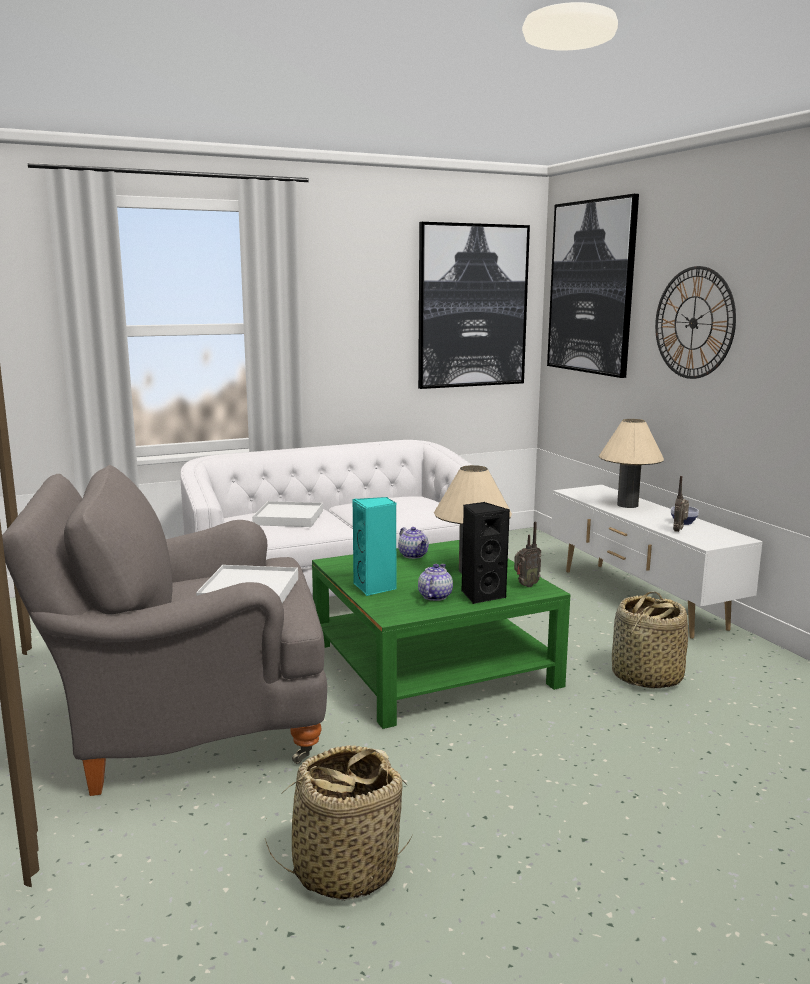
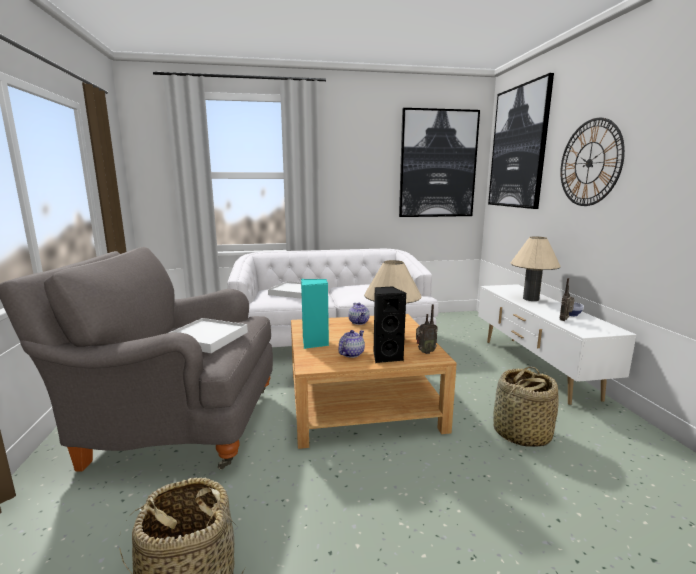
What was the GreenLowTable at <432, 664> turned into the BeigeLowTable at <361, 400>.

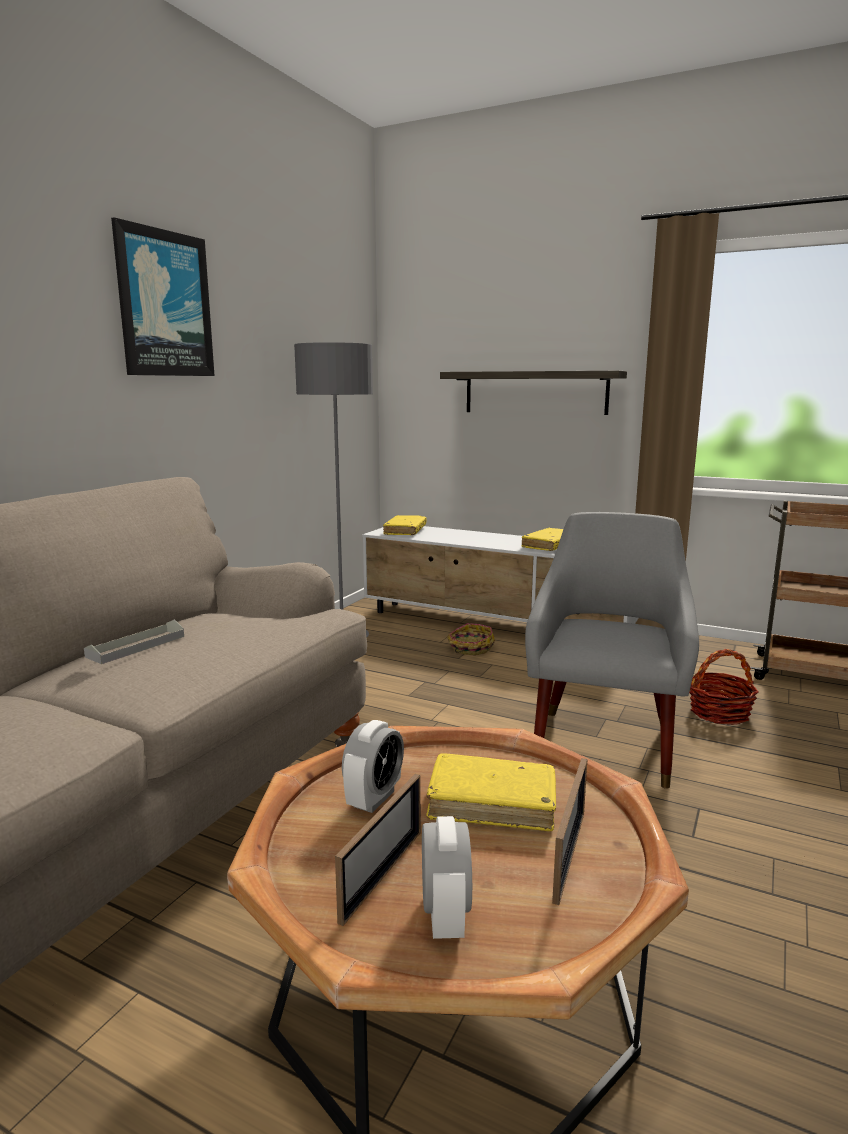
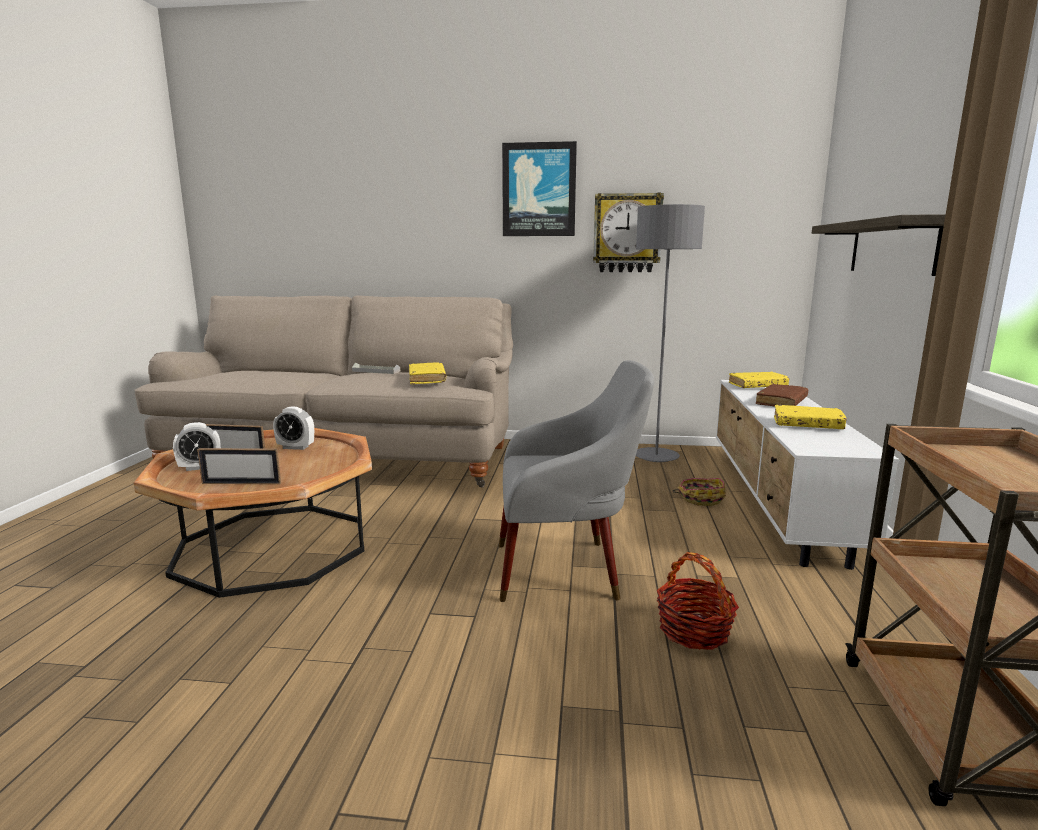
The YellowishVolume ended up elsewhere, having gone from <492, 803> to <427, 379>. The second view gained the WallClock at <627, 233>. The second view gained the BrownishVolume at <781, 402>.

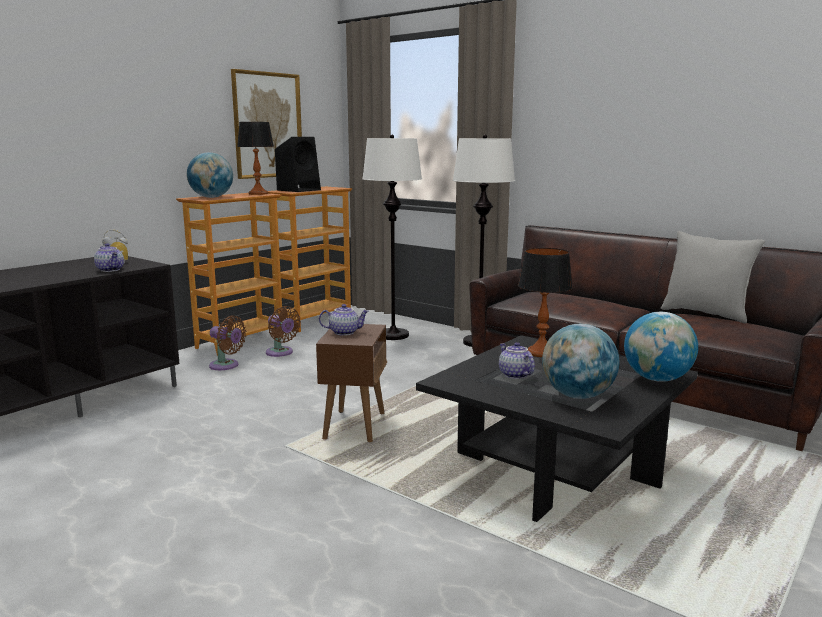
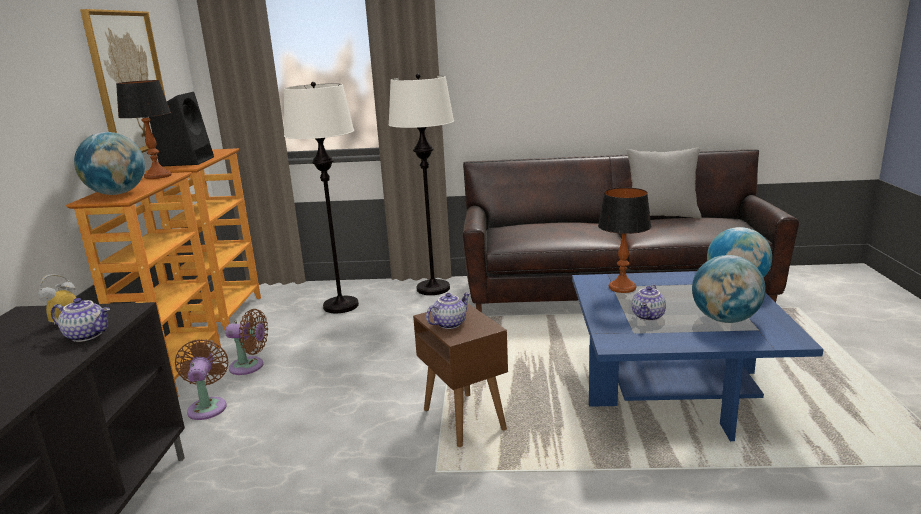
The BrownishFan at <226, 366> ended up facing another way, 90 degrees counterclockwise from before. What was the BlackLowTable at <554, 470> turned into the BluishLowTable at <673, 389>. The PotForTea at <514, 375> ended up facing another way, 90 degrees counterclockwise from before.

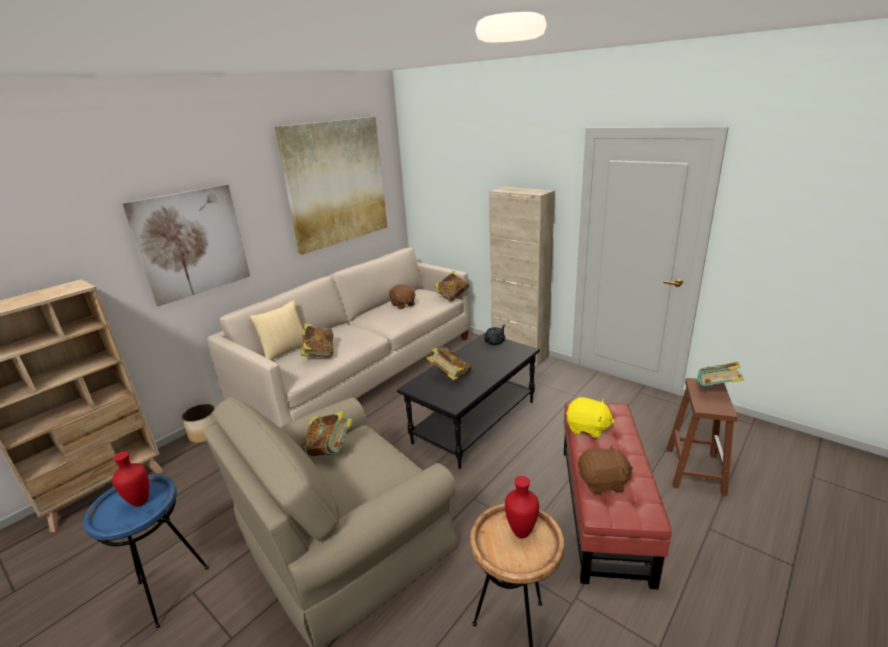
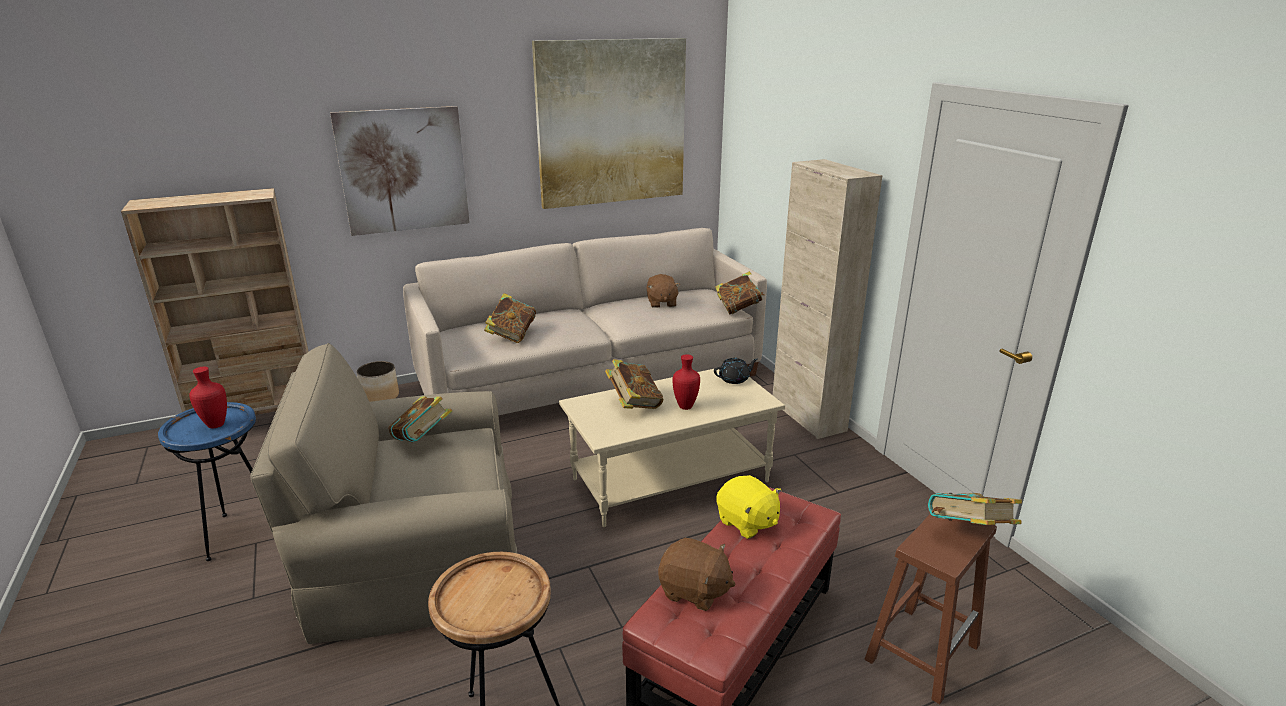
What was the BlackLowTable at <474, 421> turned into the BeigeLowTable at <670, 479>. The RedColouredDecorativeVase ended up elsewhere, having gone from <520, 533> to <684, 407>. The second view lost the Cushion at <285, 351>.

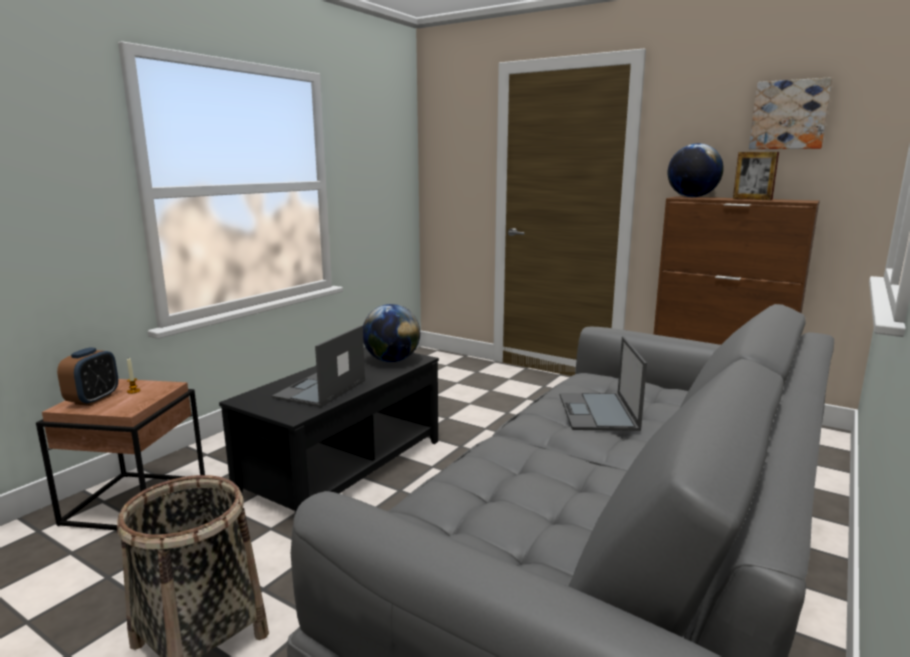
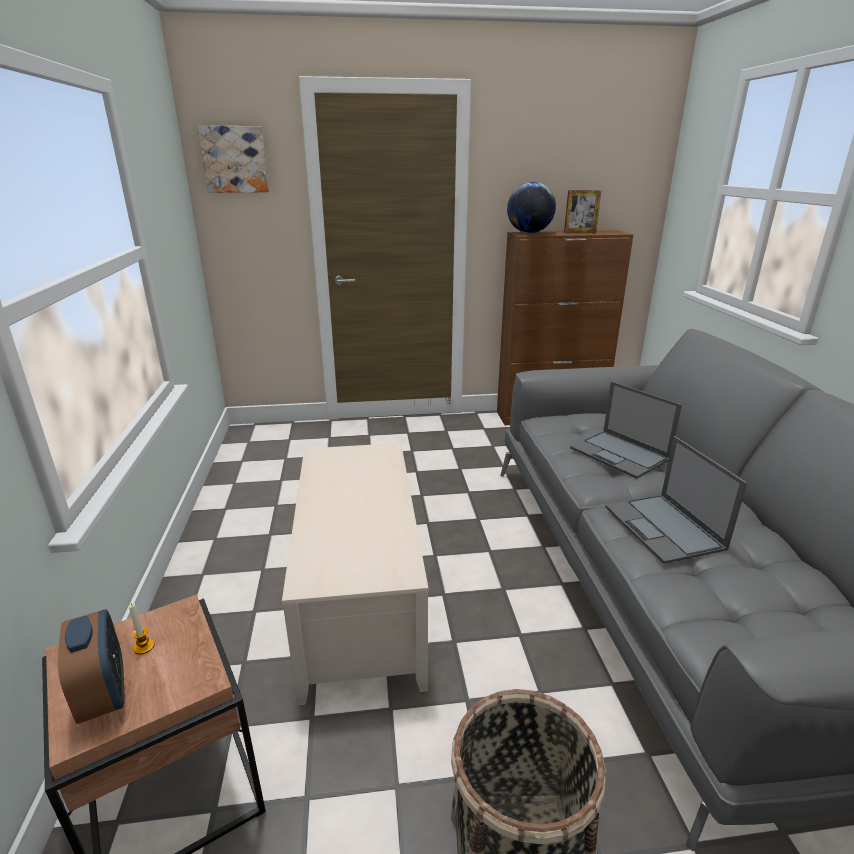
The WallArt ended up elsewhere, having gone from <789, 115> to <235, 159>. What was the BlackLowTable at <344, 468> turned into the BeigeLowTable at <360, 599>. The PortableComputer ended up elsewhere, having gone from <320, 389> to <664, 528>. The second view lost the Globe at <391, 360>.

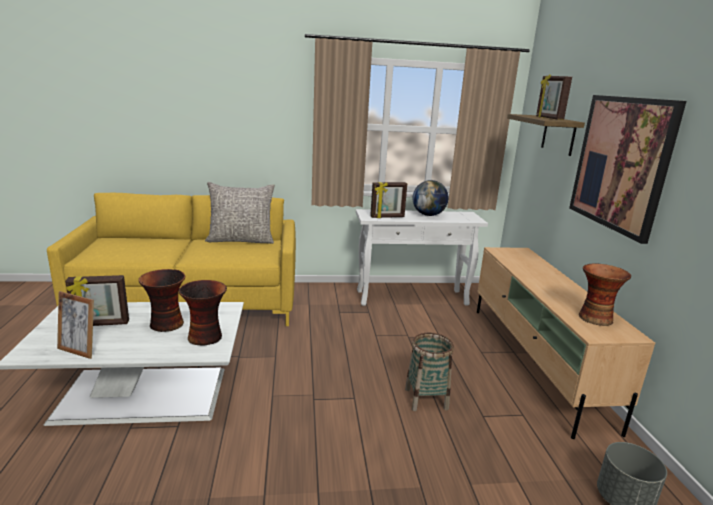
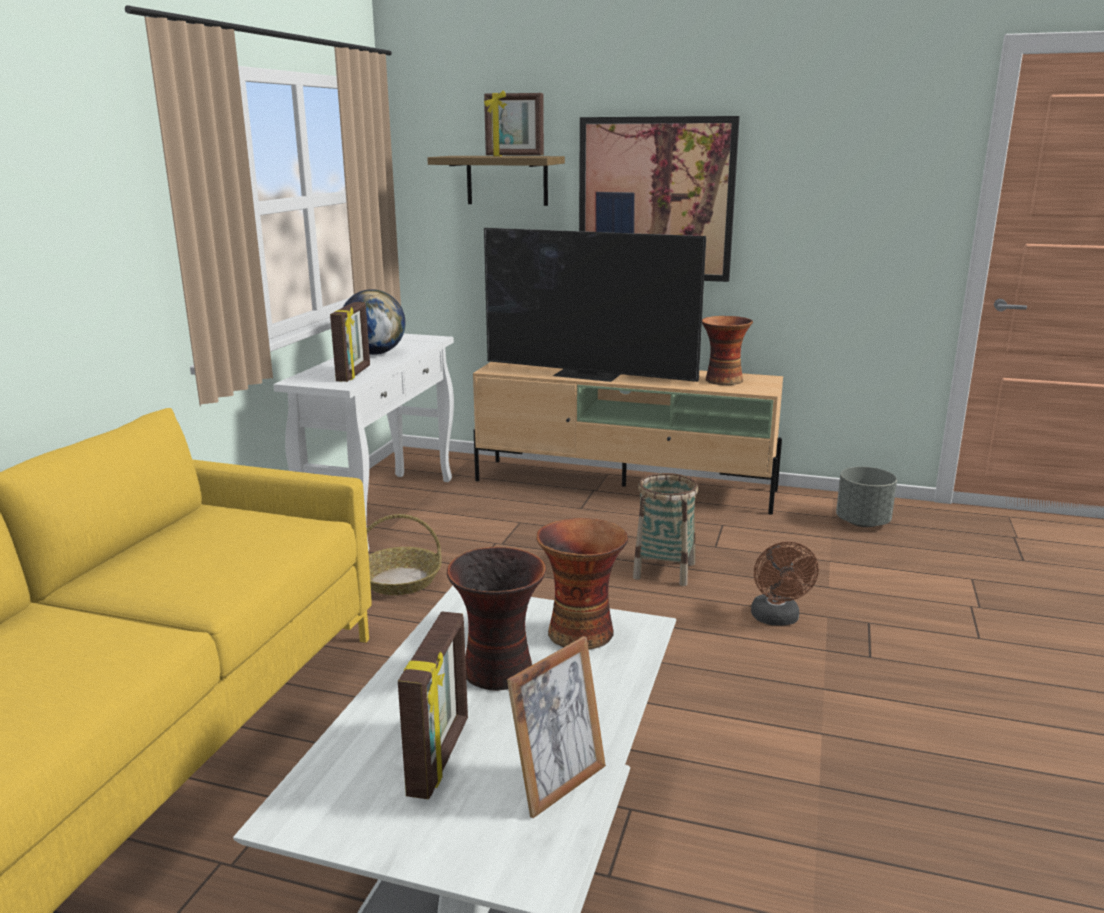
The second view gained the Basket at <400, 580>. The second view gained the TvSet at <588, 374>. The second view gained the BrownishFan at <777, 619>. The second view lost the GrayCushion at <241, 240>.

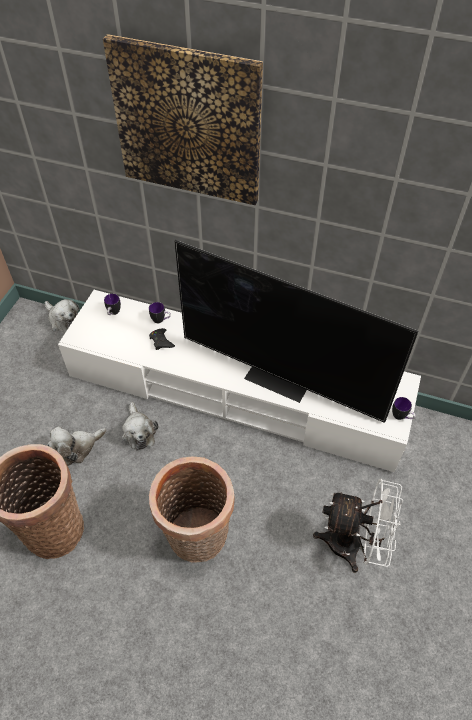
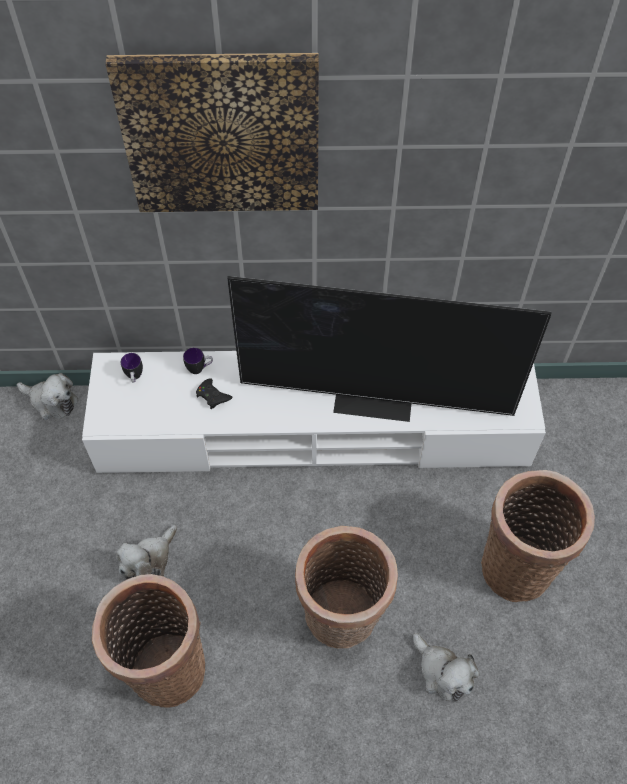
The PlushToy ended up elsewhere, having gone from <139, 431> to <442, 672>. Where the WhitishFan stood at <354, 545>, the Basket came to stand at <518, 564>. The second view lost the Mug at <401, 417>.

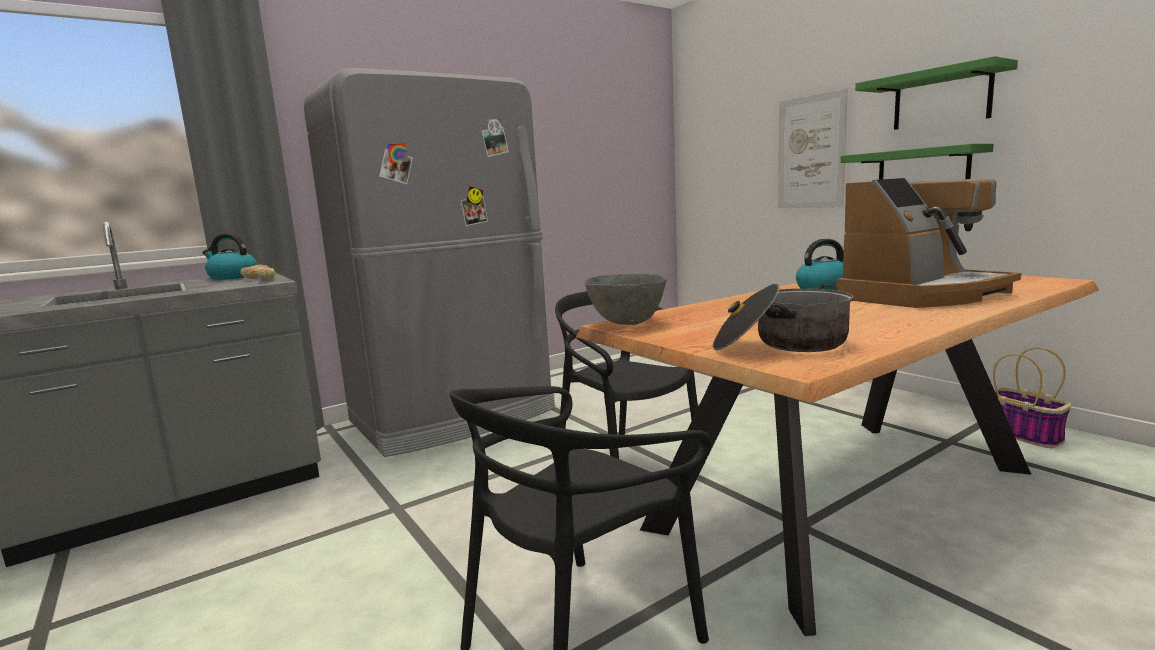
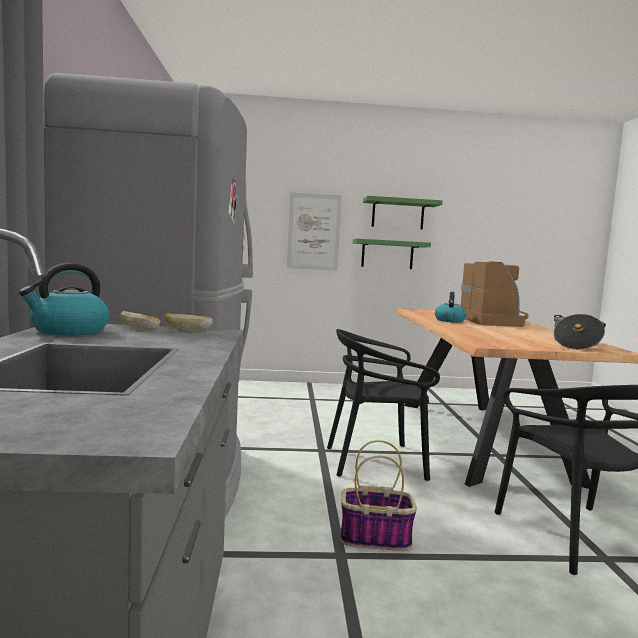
The Basket ended up elsewhere, having gone from <1024, 435> to <376, 538>. The second view lost the GrayServingBowl at <628, 323>.

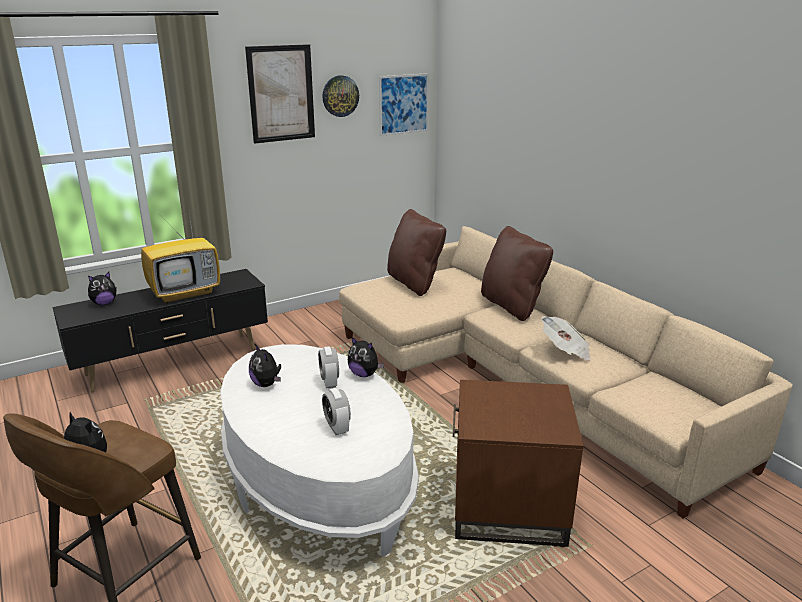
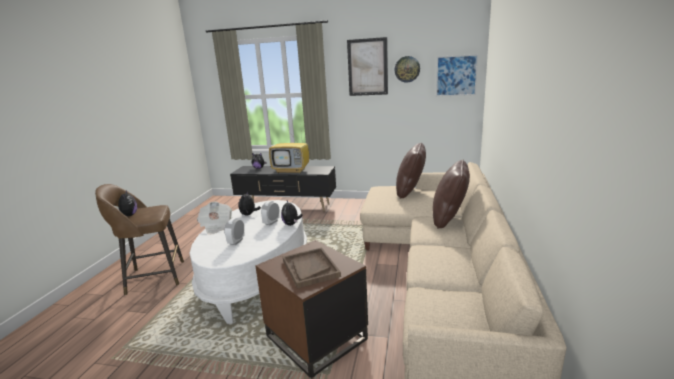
The DailyPaper ended up elsewhere, having gone from <565, 350> to <216, 226>. The second view gained the BrownishCarryingTray at <310, 268>.

